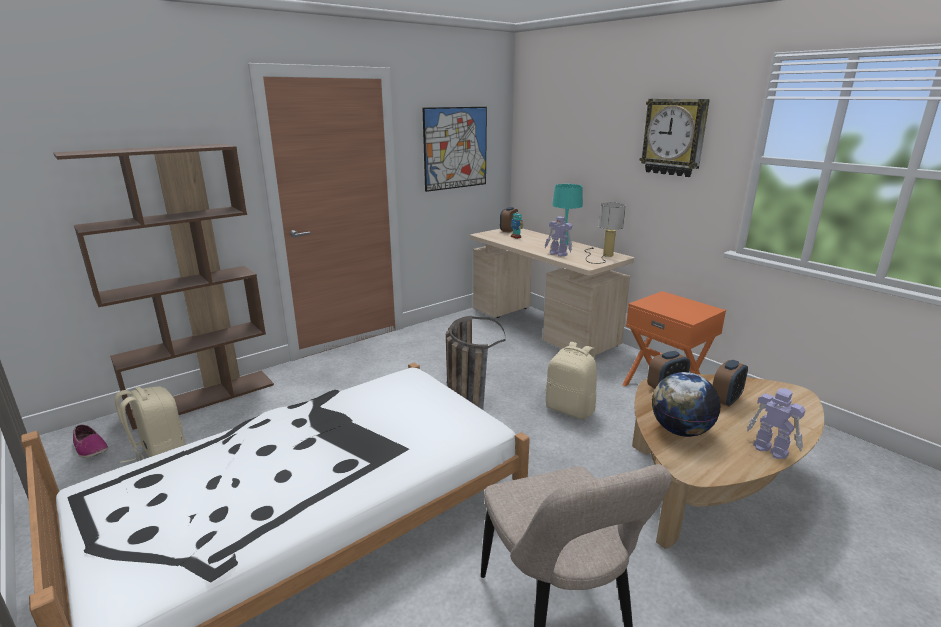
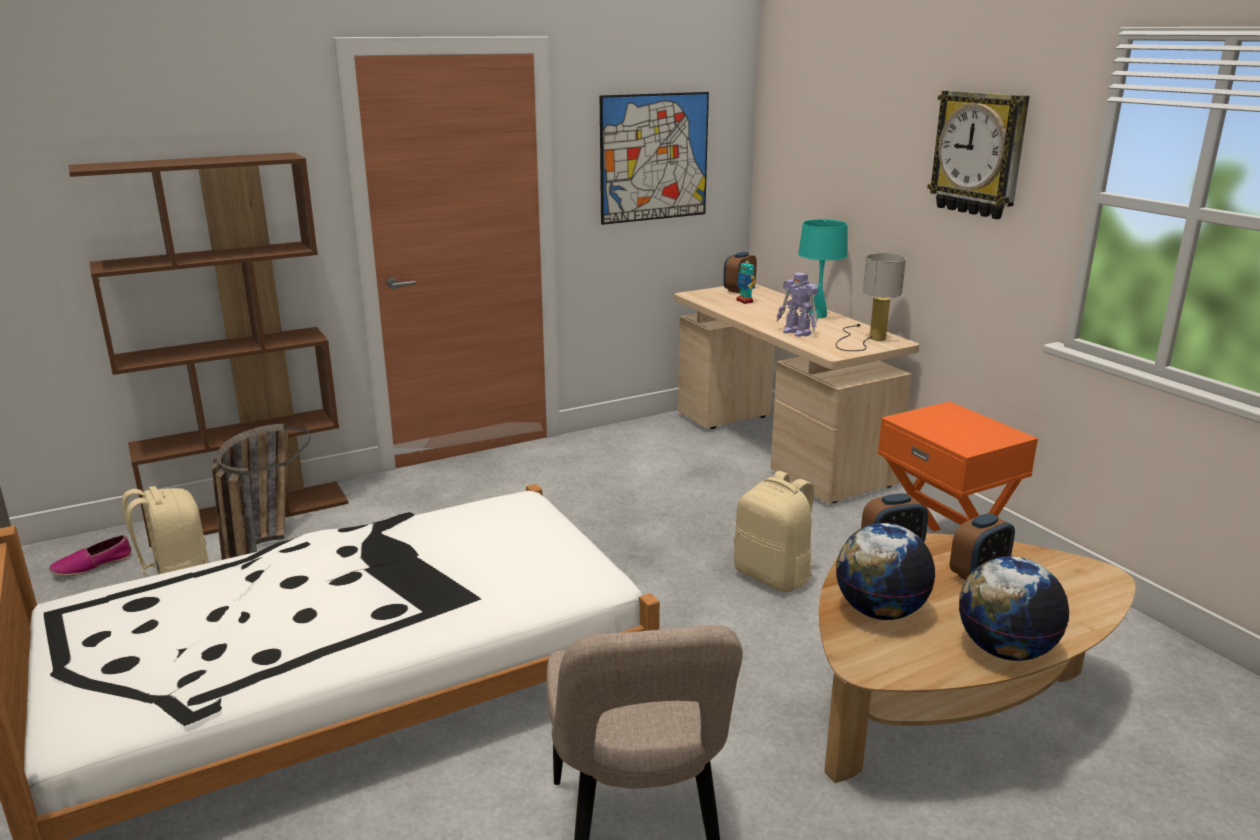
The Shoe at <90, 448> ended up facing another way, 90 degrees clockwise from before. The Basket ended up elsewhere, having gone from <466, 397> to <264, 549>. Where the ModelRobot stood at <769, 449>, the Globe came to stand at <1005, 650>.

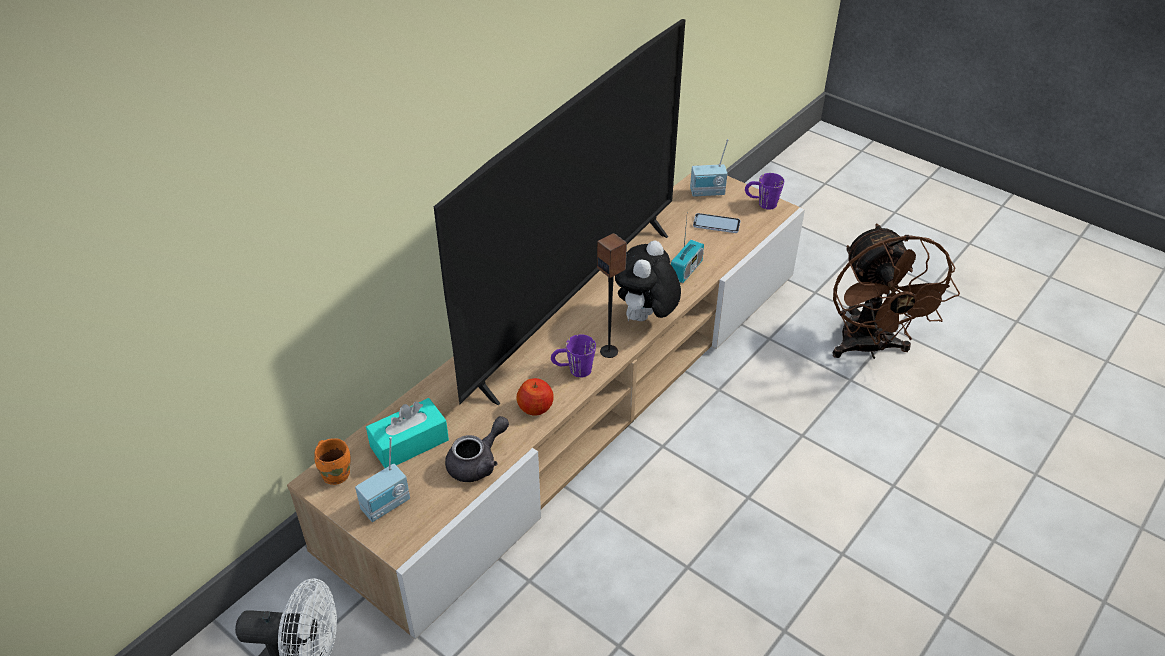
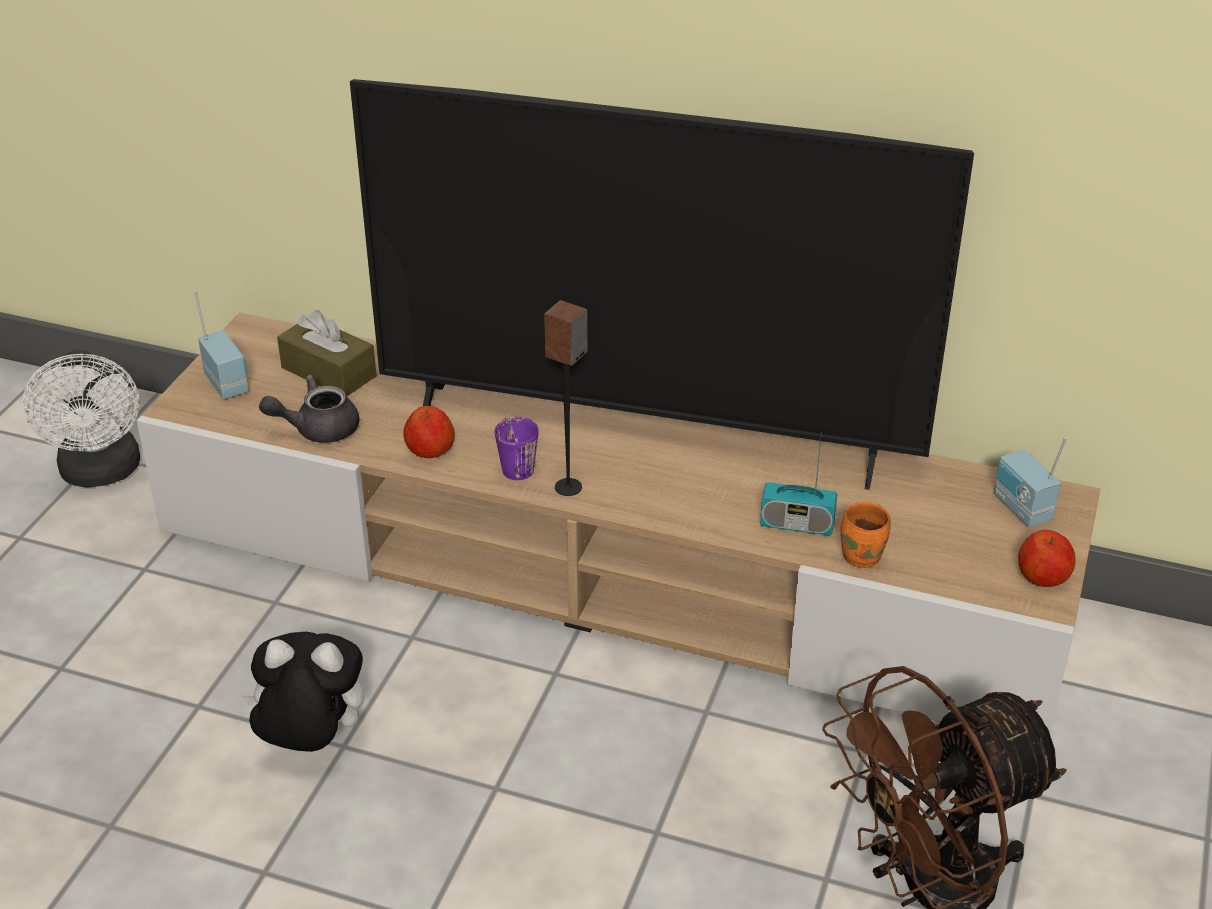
The RadioReceiver at <387, 506> ended up facing another way, 150 degrees counterclockwise from before. The PlushToy ended up elsewhere, having gone from <645, 319> to <311, 742>. The GrayPotForTea at <478, 462> ended up facing another way, 135 degrees clockwise from before. What was the BlueGreenBoxOfTissues at <409, 443> turned into the BrownishBoxOfTissues at <329, 372>. The OrangeyMug ended up elsewhere, having gone from <337, 473> to <865, 556>. Where the PurpleColouredMug stood at <761, 203>, the AppleFruit came to stand at <1043, 576>. The second view lost the Handset at <716, 224>.

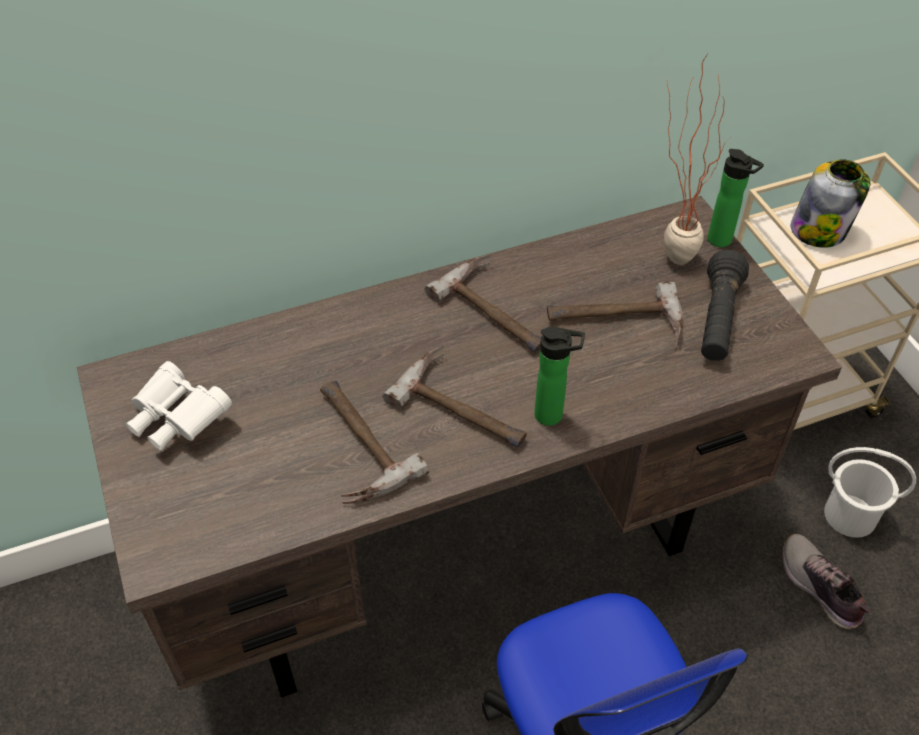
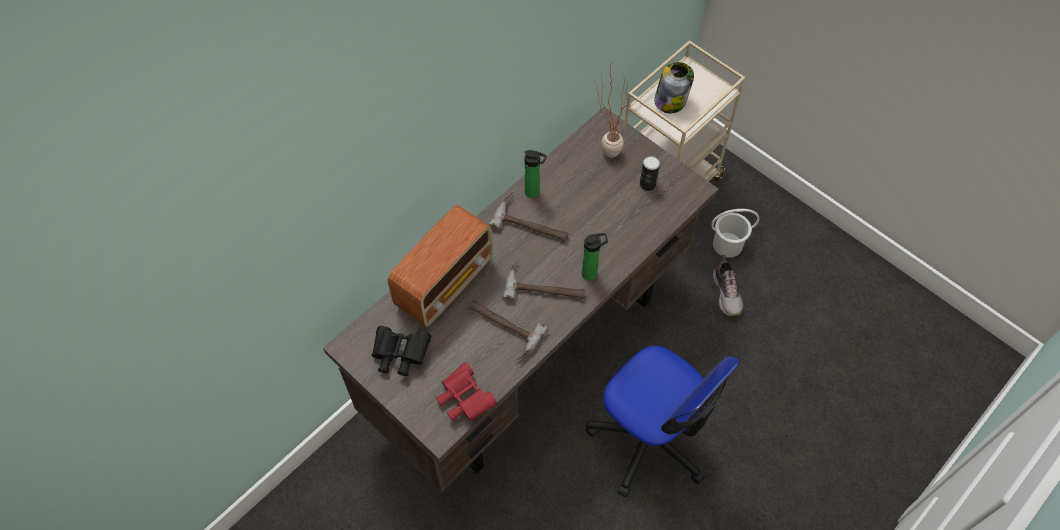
What was the WhitishPairOfBinoculars at <177, 420> turned into the BlackPairOfBinoculars at <400, 355>. The second view gained the RadioReceiver at <445, 282>. The second view gained the RedColouredPairOfBinoculars at <464, 399>. The Bottle ended up elsewhere, having gone from <722, 241> to <534, 193>. Where the BlackHandTorch stood at <718, 320>, the SealedCan came to stand at <647, 184>. The Shoe at <819, 588> ended up facing another way, 135 degrees counterclockwise from before. The second view lost the HandHammer at <616, 324>.

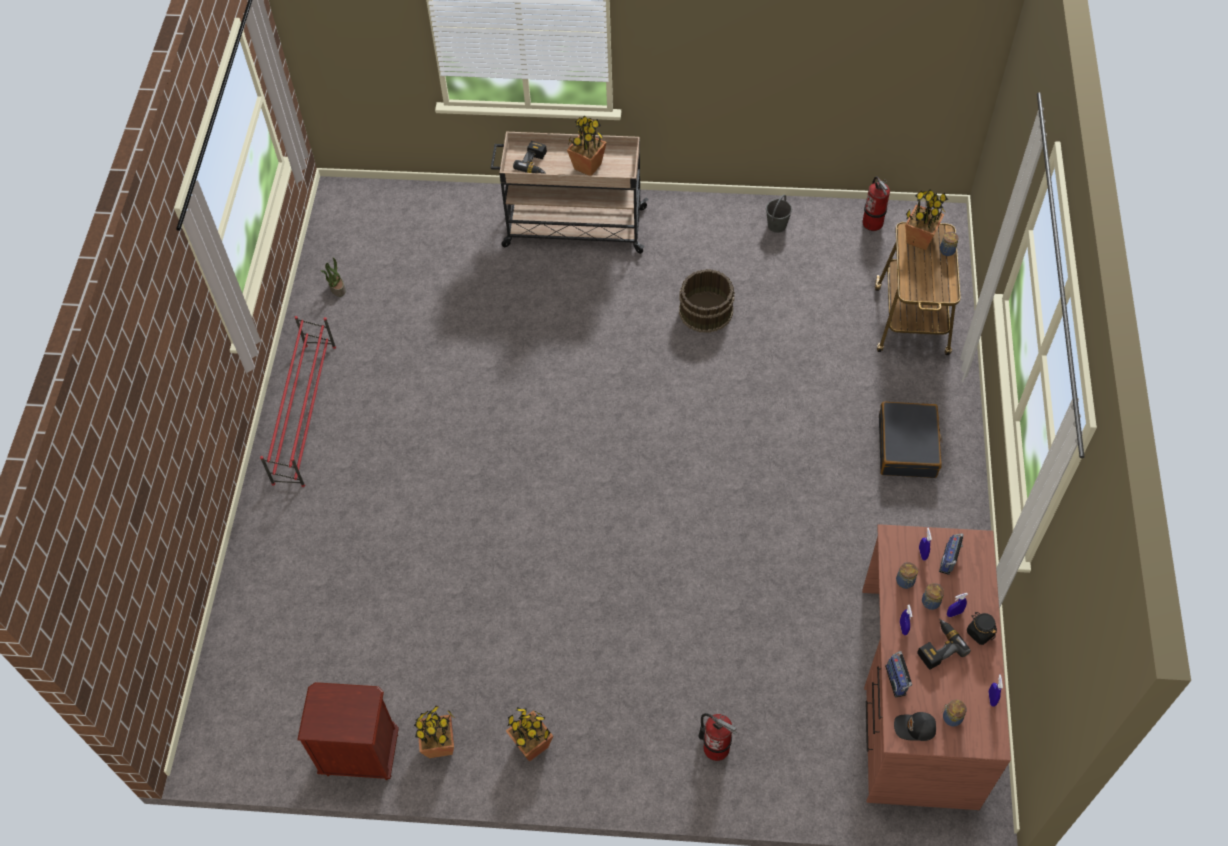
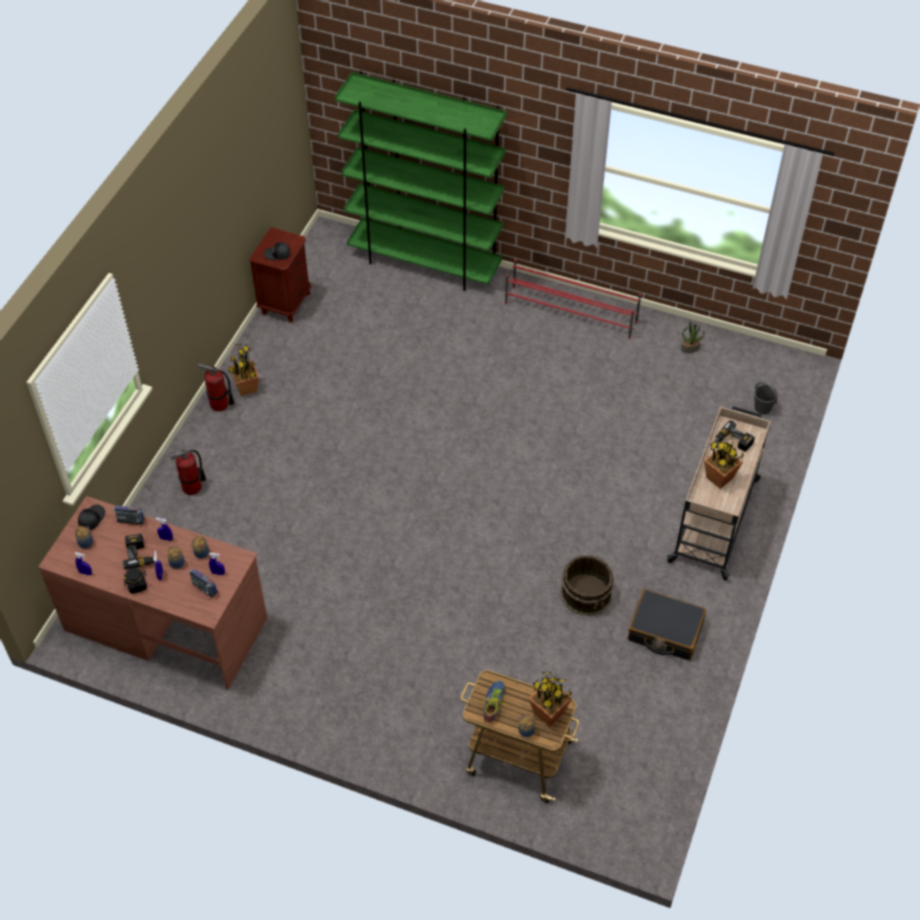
The Extinguisher ended up elsewhere, having gone from <873, 223> to <219, 404>. The second view gained the BlackCap at <278, 254>. The second view gained the GreenBookcase at <425, 263>. The second view gained the Shoe at <493, 703>. The BlackPieceOfLuggage ended up elsewhere, having gone from <907, 446> to <665, 631>. The GrayWaterBucket ended up elsewhere, having gone from <777, 225> to <762, 408>. The second view lost the PottedPlant at <439, 745>.

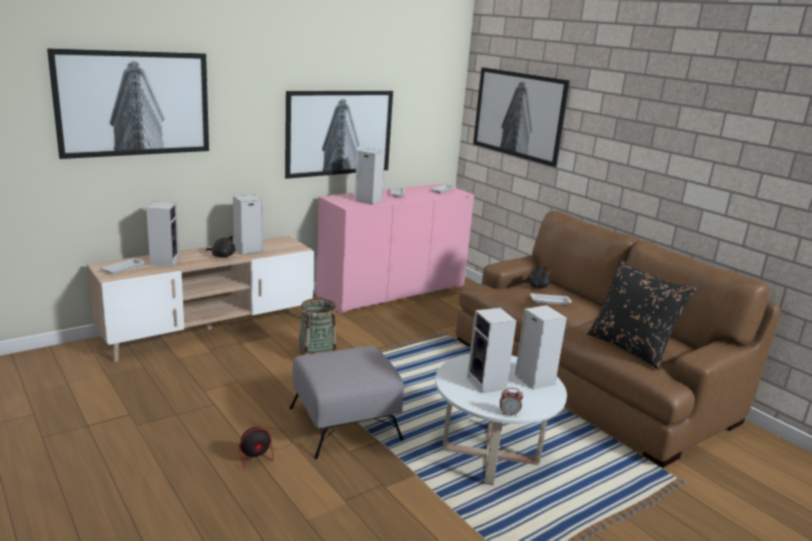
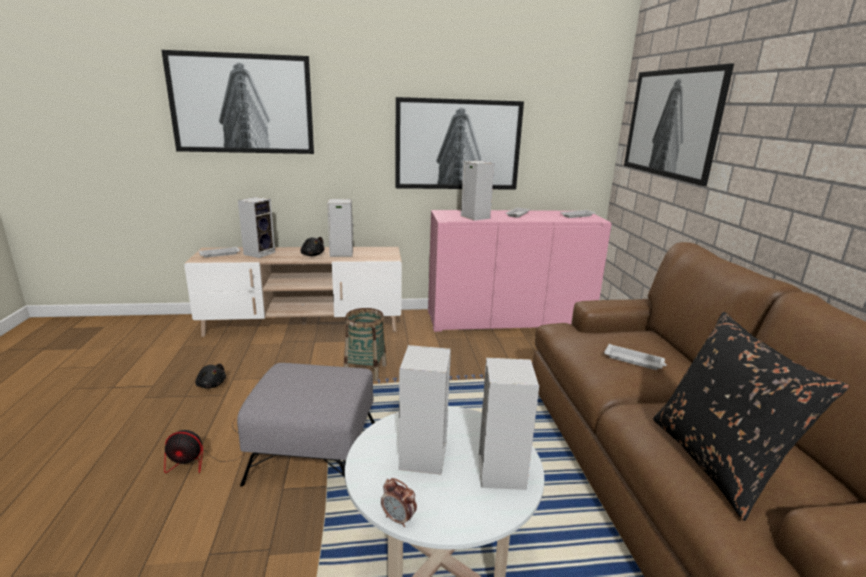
The BlackPlushToy ended up elsewhere, having gone from <536, 286> to <211, 384>.

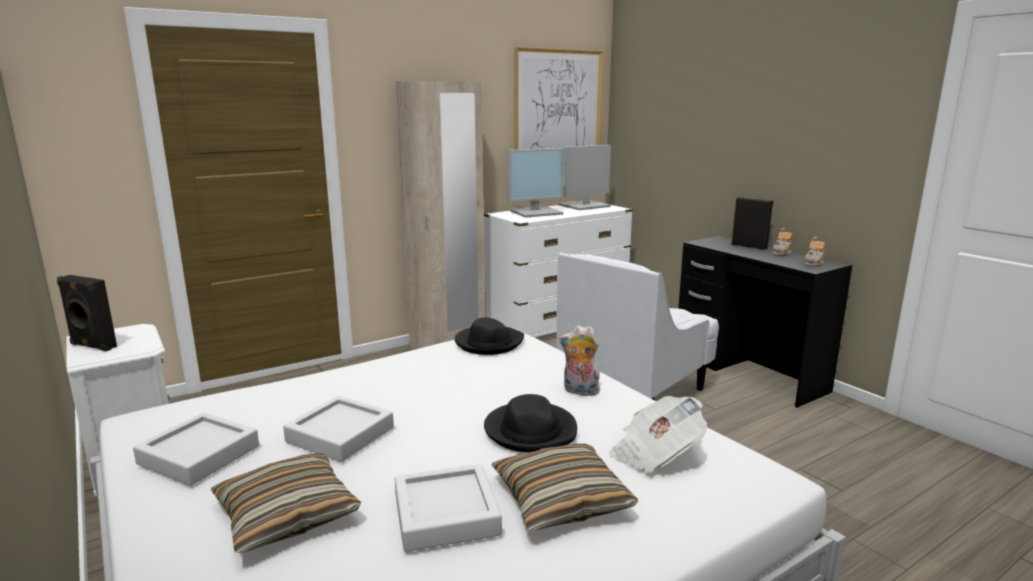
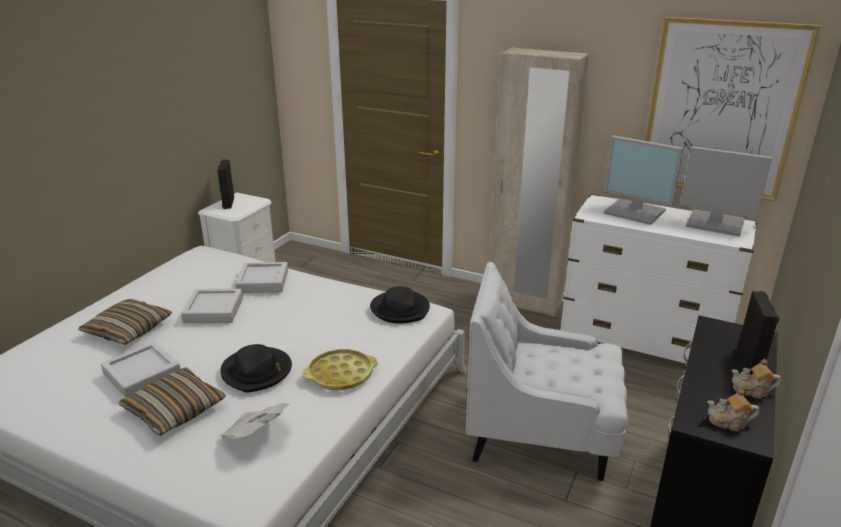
The GrayCarryingTray ended up elsewhere, having gone from <199, 455> to <263, 282>. Where the PlushToy stood at <579, 391>, the YellowishCarryingTray came to stand at <341, 375>.

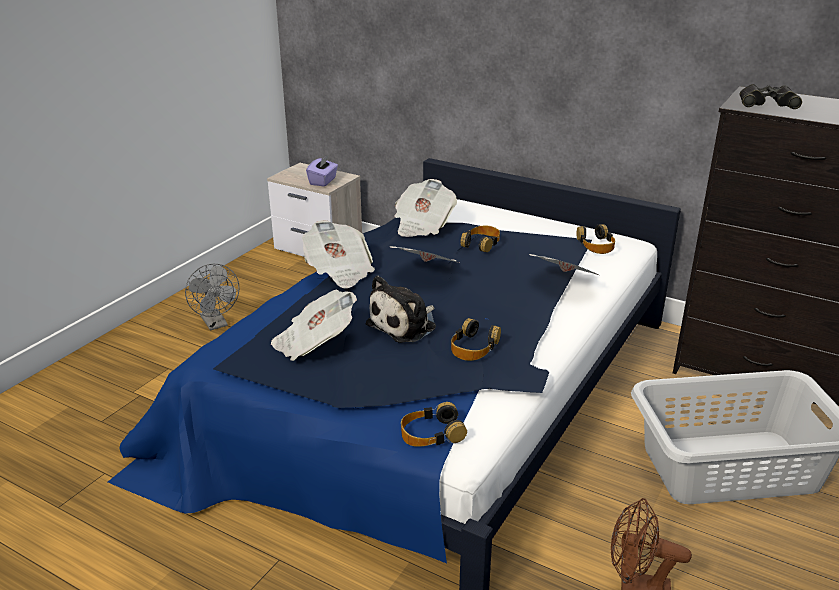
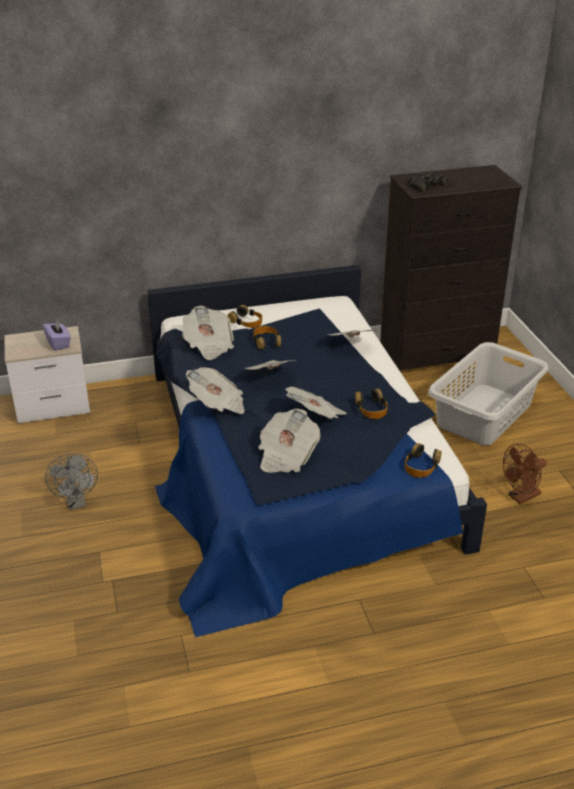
The GrayFan at <216, 324> ended up facing another way, 60 degrees clockwise from before. The Headphones ended up elsewhere, having gone from <596, 245> to <246, 322>. Where the PlushToy stood at <405, 325>, the DailyPaper came to stand at <316, 416>.

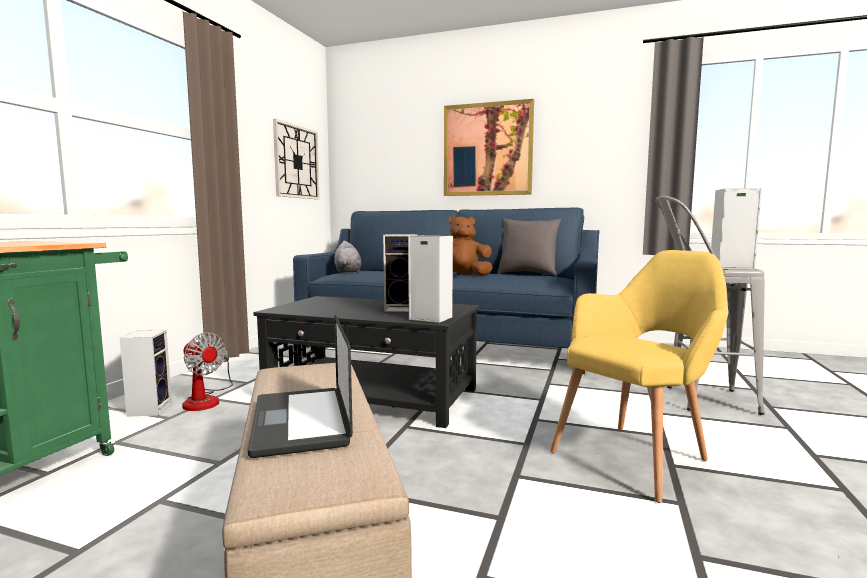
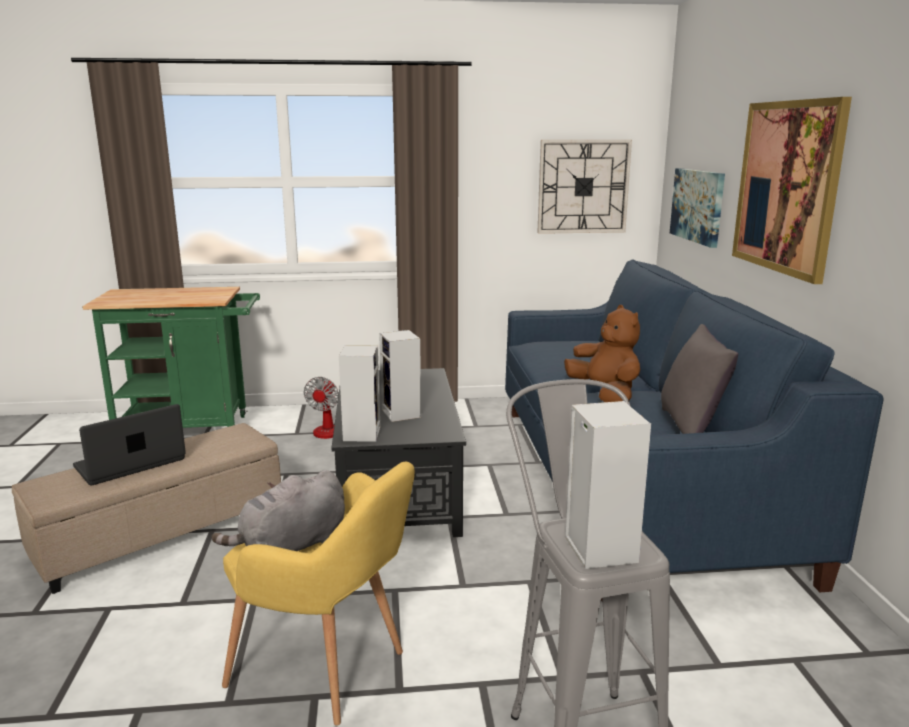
The GrayPlushToy ended up elsewhere, having gone from <347, 272> to <291, 547>. The second view gained the WallArt at <697, 205>. The second view lost the Speaker at <149, 409>.

